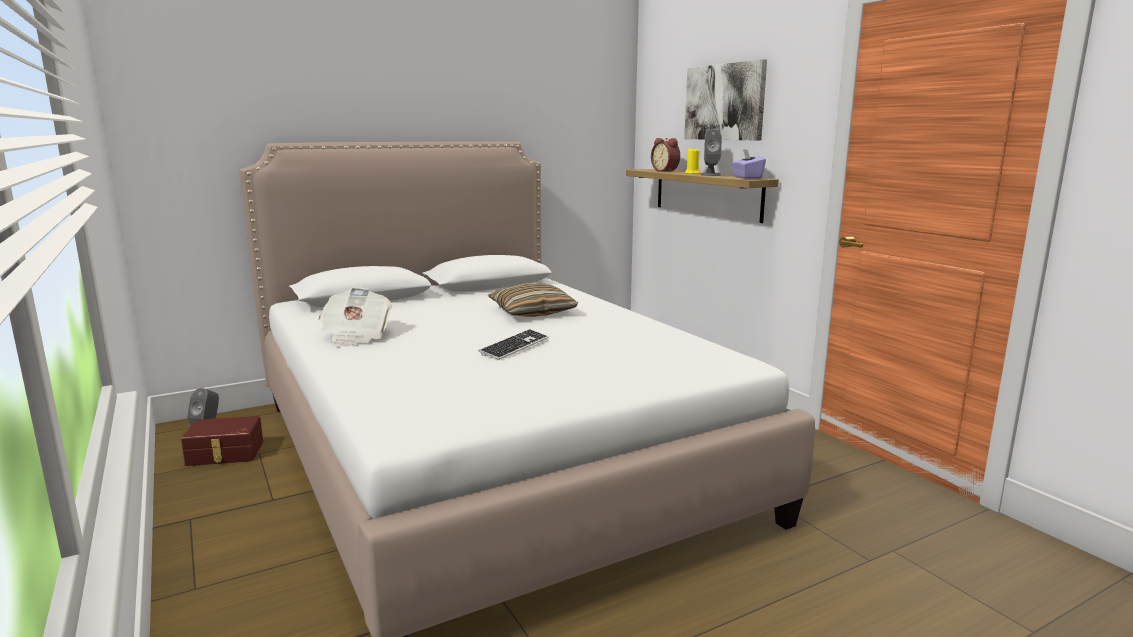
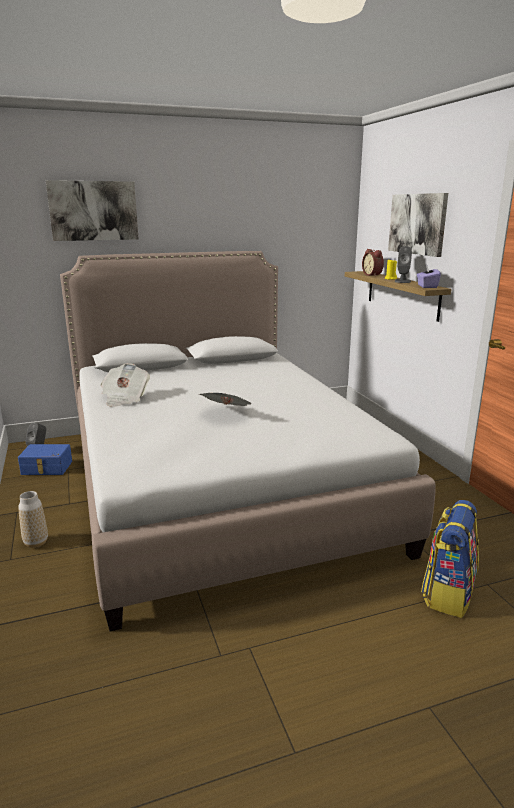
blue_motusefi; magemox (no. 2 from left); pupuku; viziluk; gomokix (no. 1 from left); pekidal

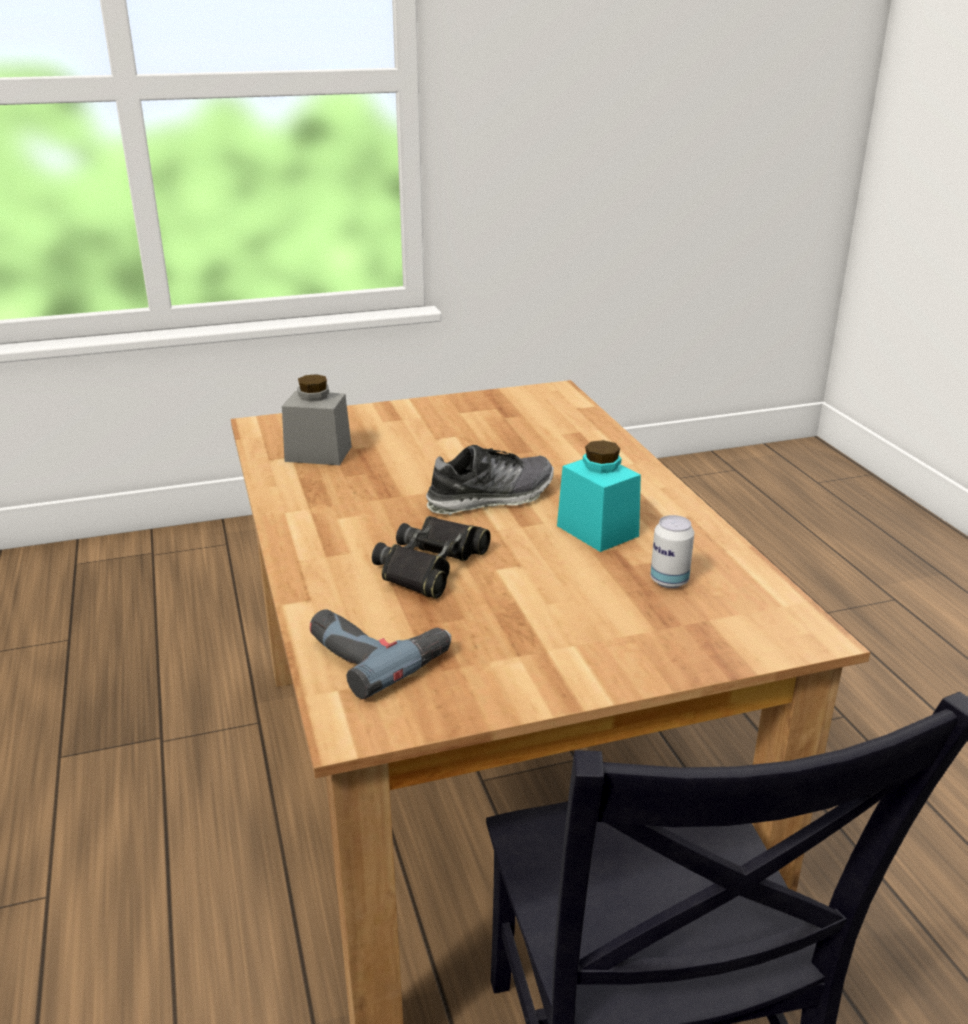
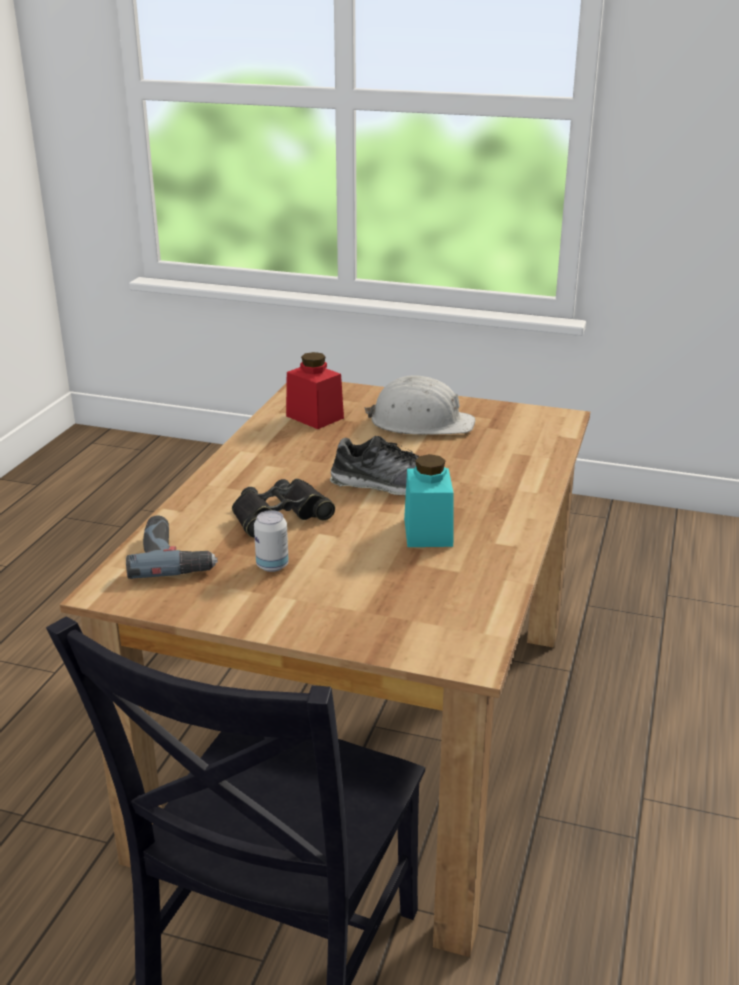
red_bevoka; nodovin; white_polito

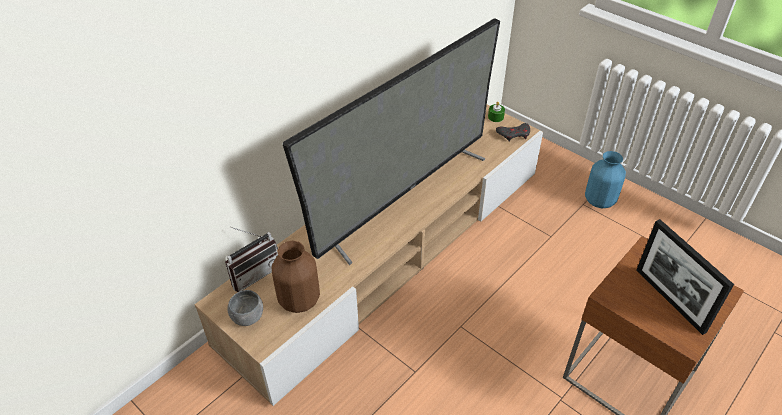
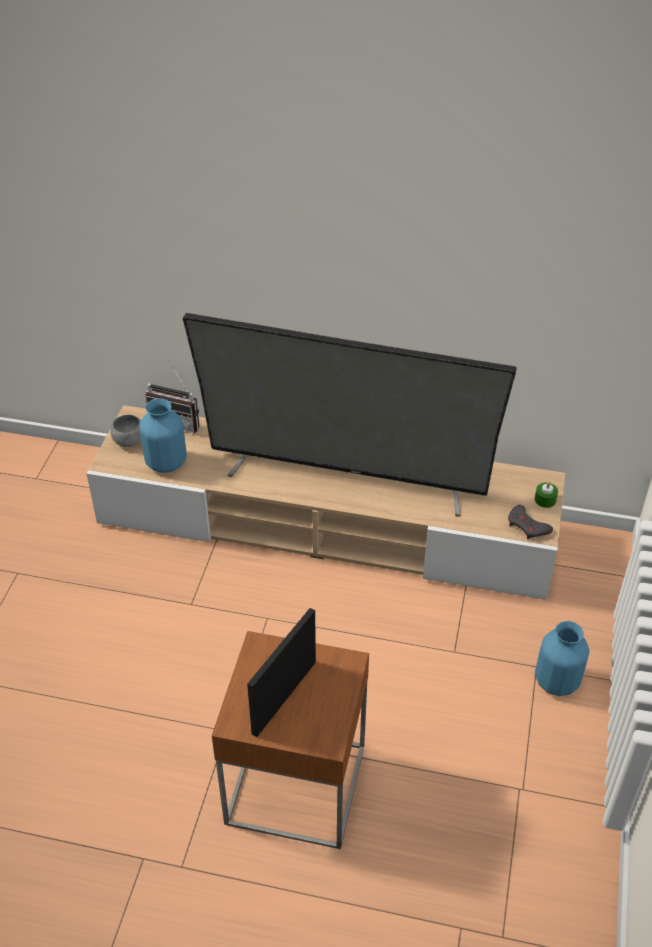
blue_viziluk (no. 1 from left)

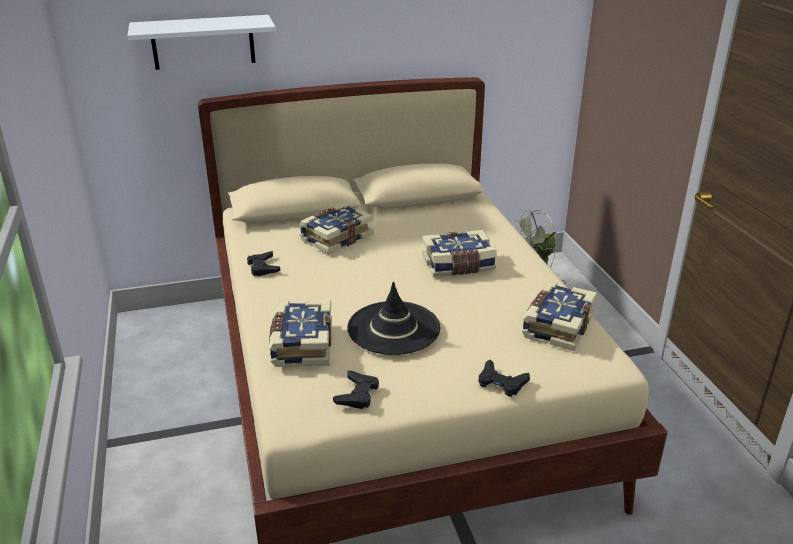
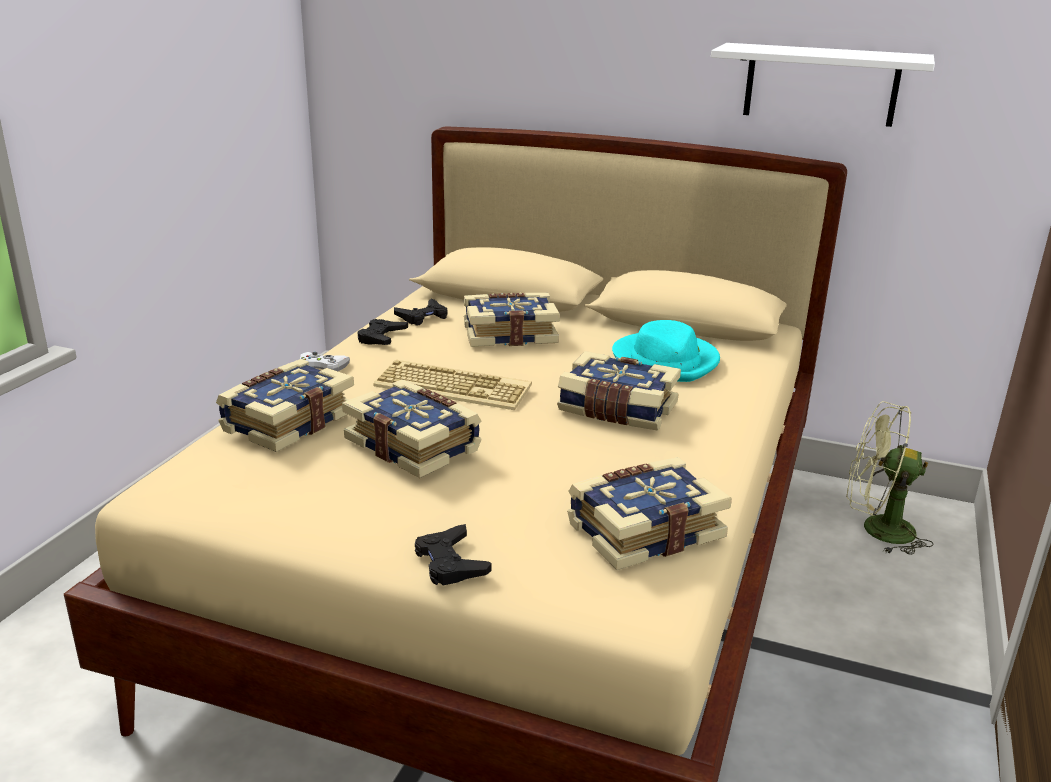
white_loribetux; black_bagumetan (no. 2 from left); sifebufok (no. 2 from left); white_bagumetan; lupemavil; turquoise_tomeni

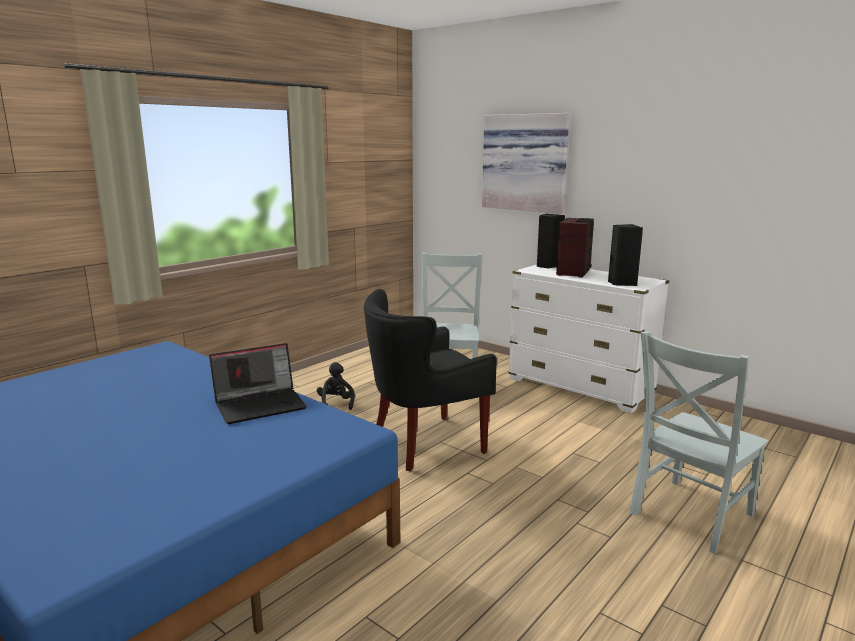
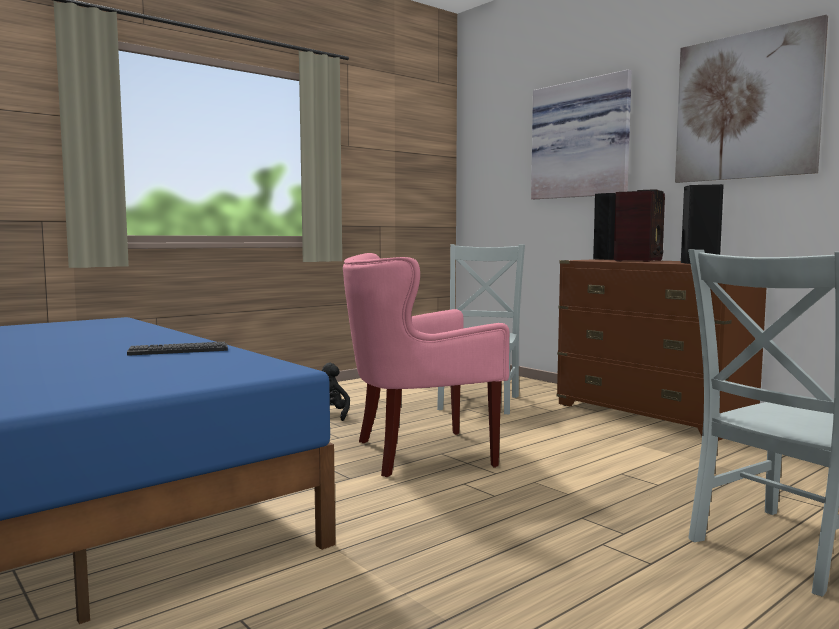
lupemavil; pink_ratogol; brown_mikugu; gomokix (no. 2 from left)

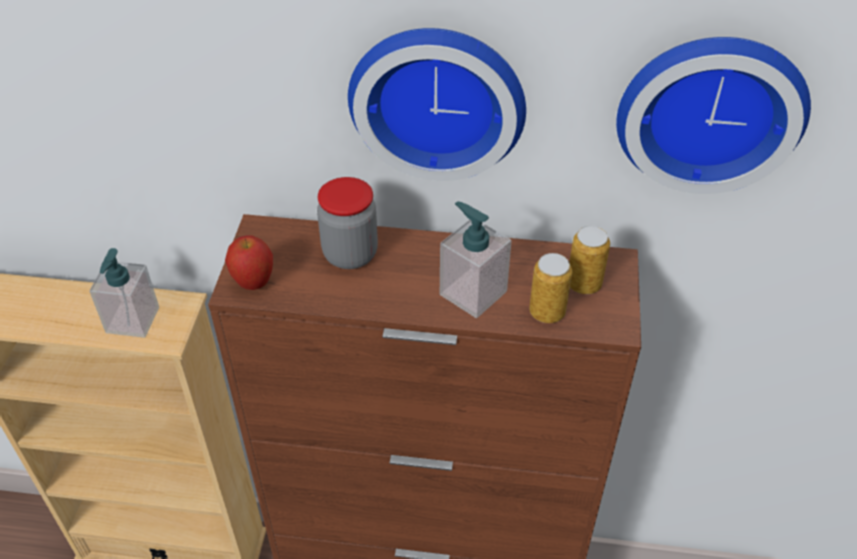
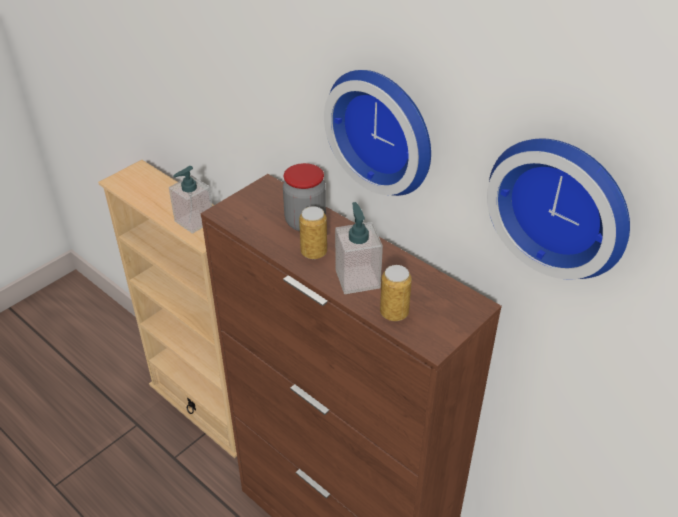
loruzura; nodovin (no. 1 from left)

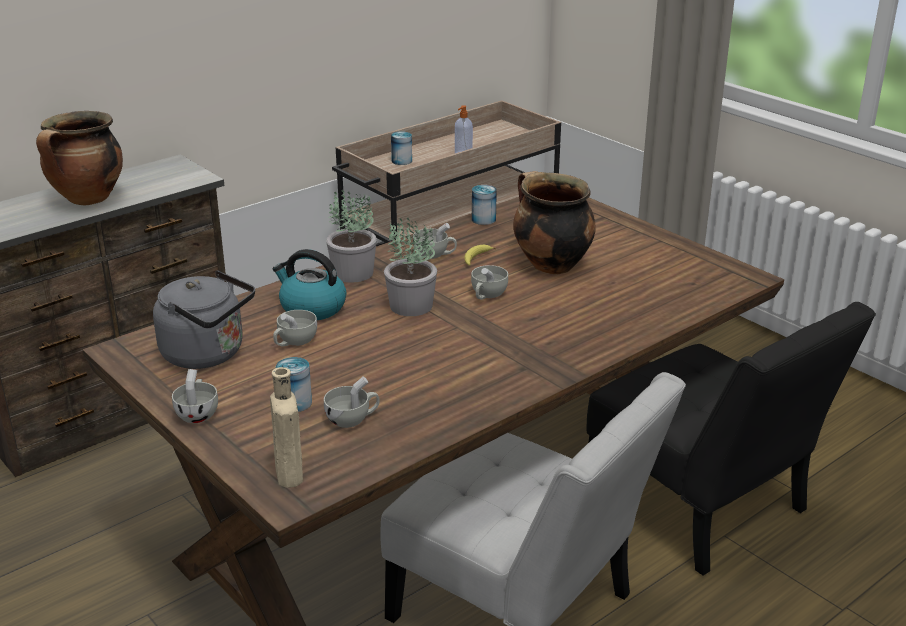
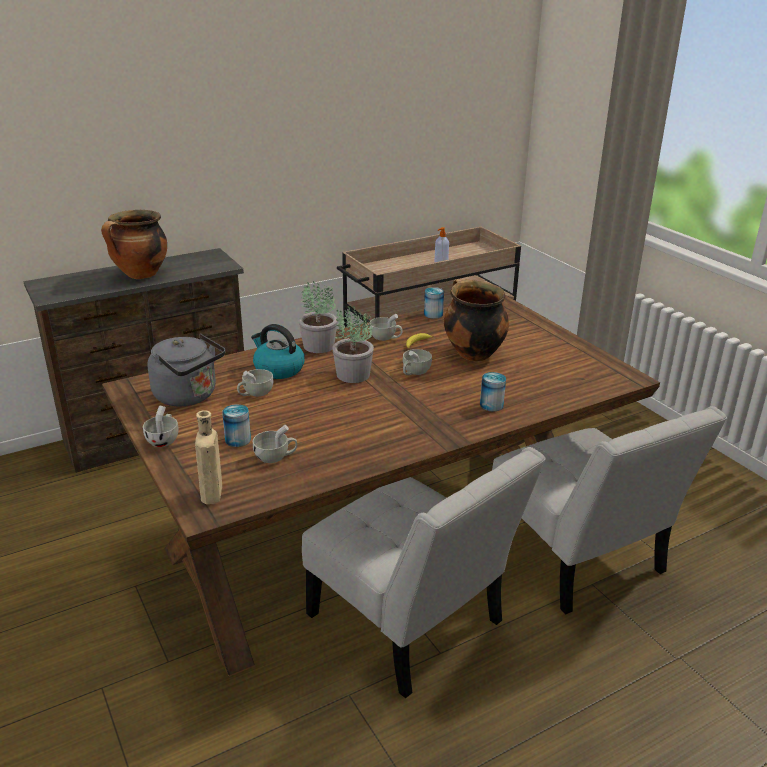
nodovin (no. 3 from left); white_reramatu (no. 2 from left)

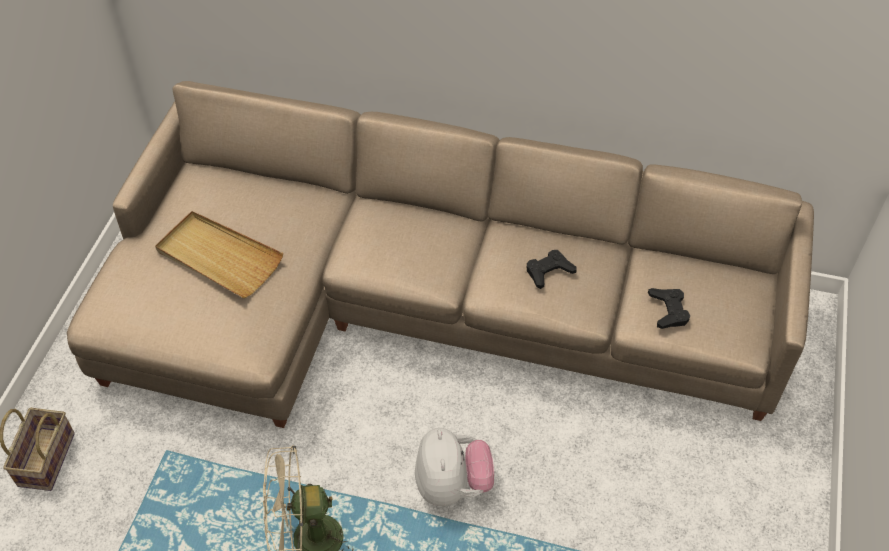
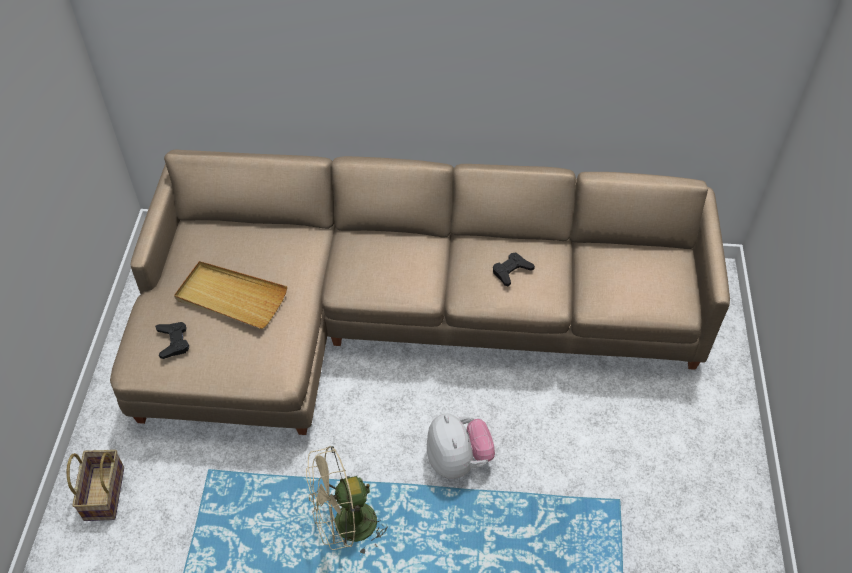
black_bagumetan (no. 1 from left)

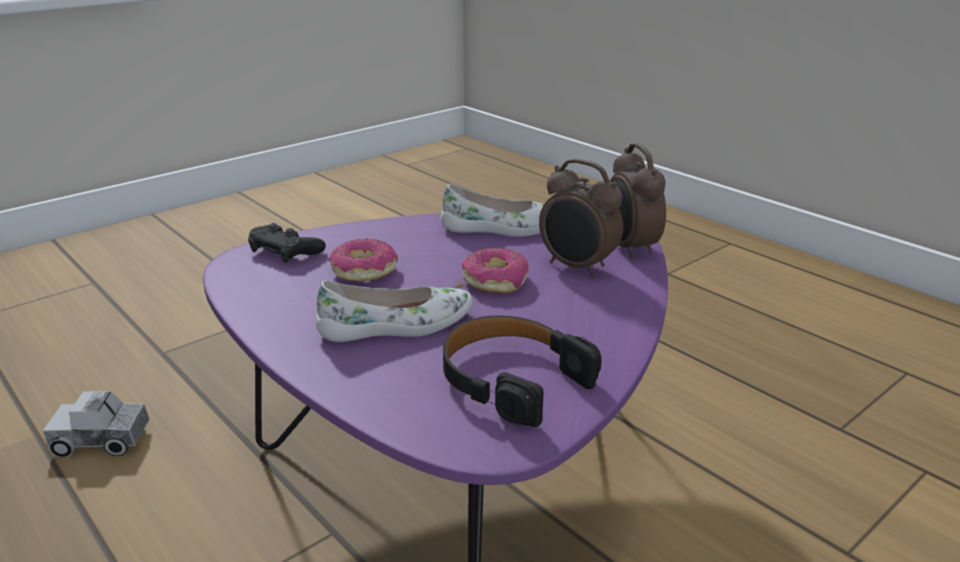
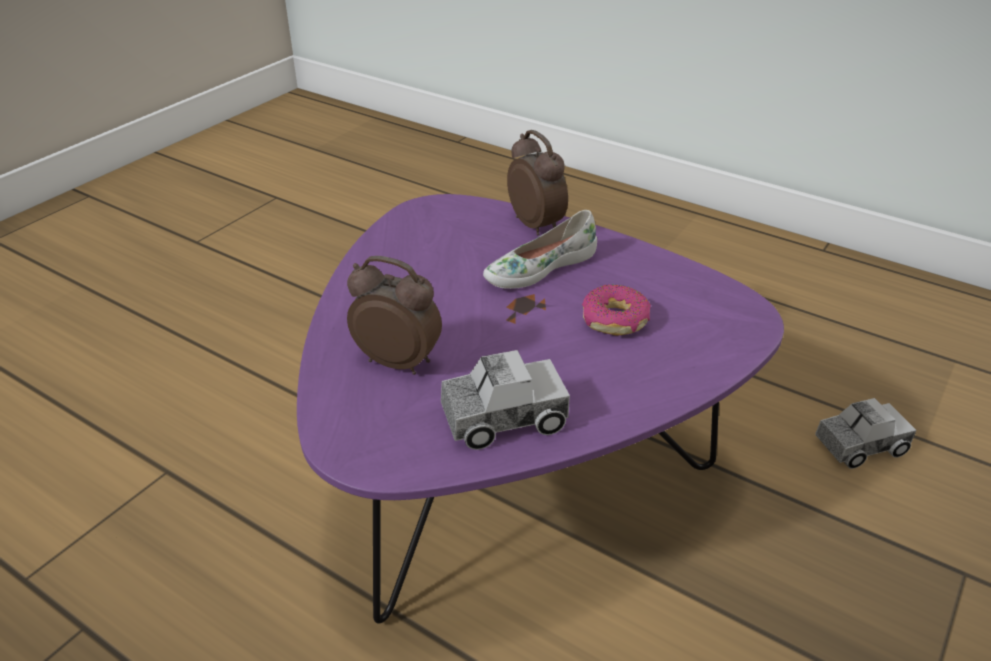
black_bagumetan; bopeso (no. 1 from left); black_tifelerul; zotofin (no. 2 from left in the first image); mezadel (no. 2 from left)

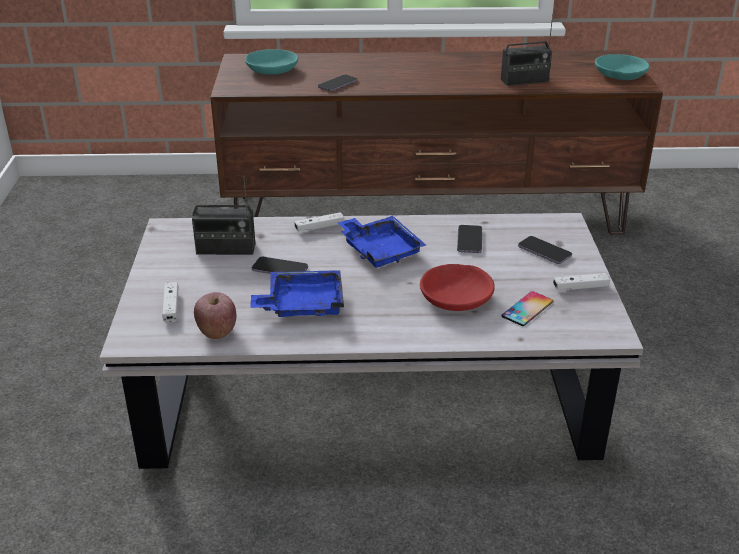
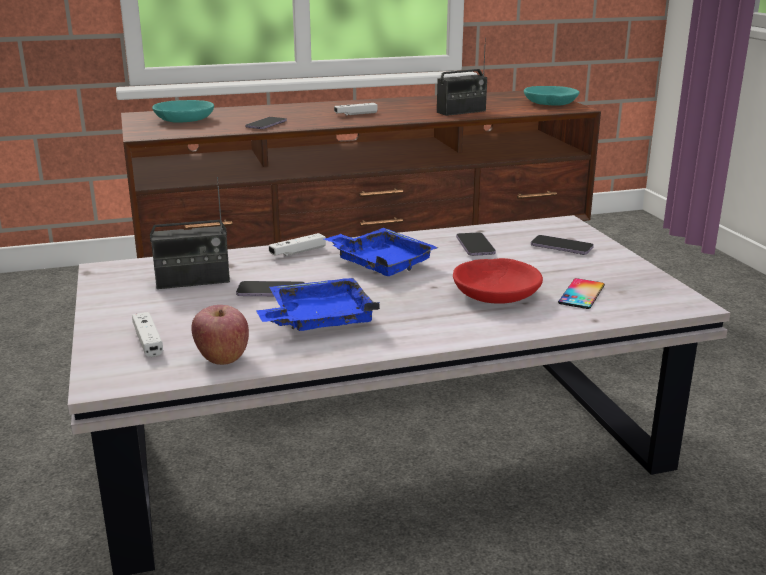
white_bagumetan (no. 3 from left)

